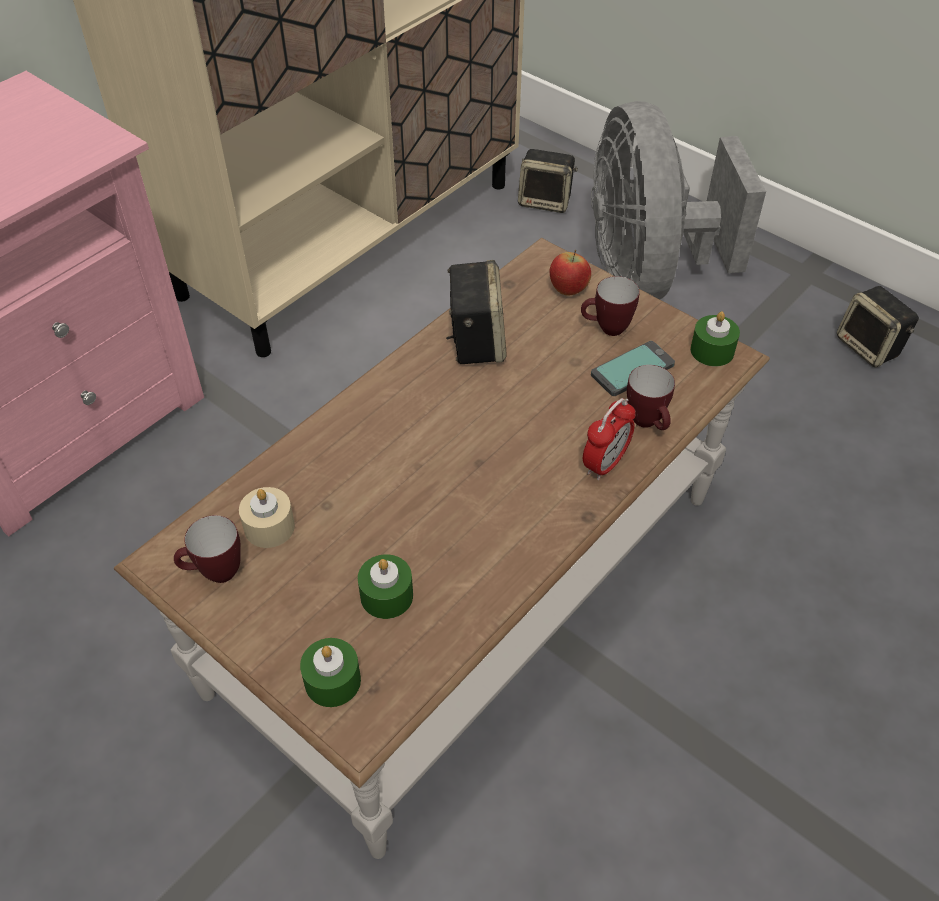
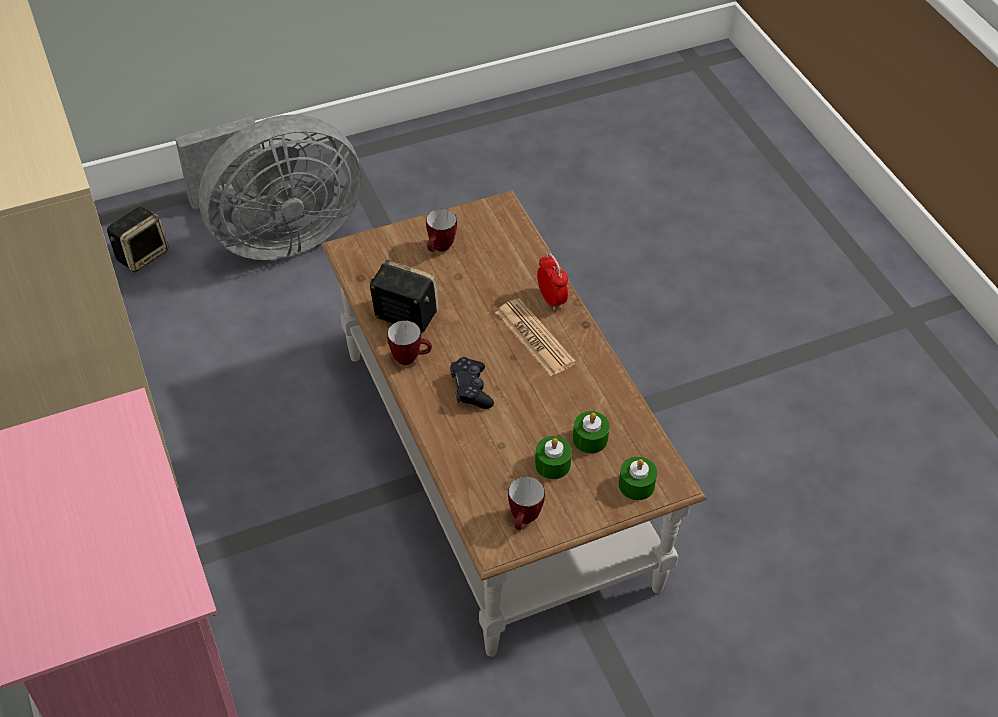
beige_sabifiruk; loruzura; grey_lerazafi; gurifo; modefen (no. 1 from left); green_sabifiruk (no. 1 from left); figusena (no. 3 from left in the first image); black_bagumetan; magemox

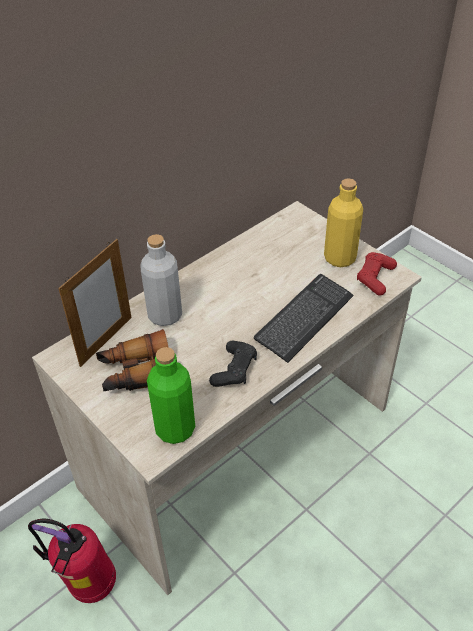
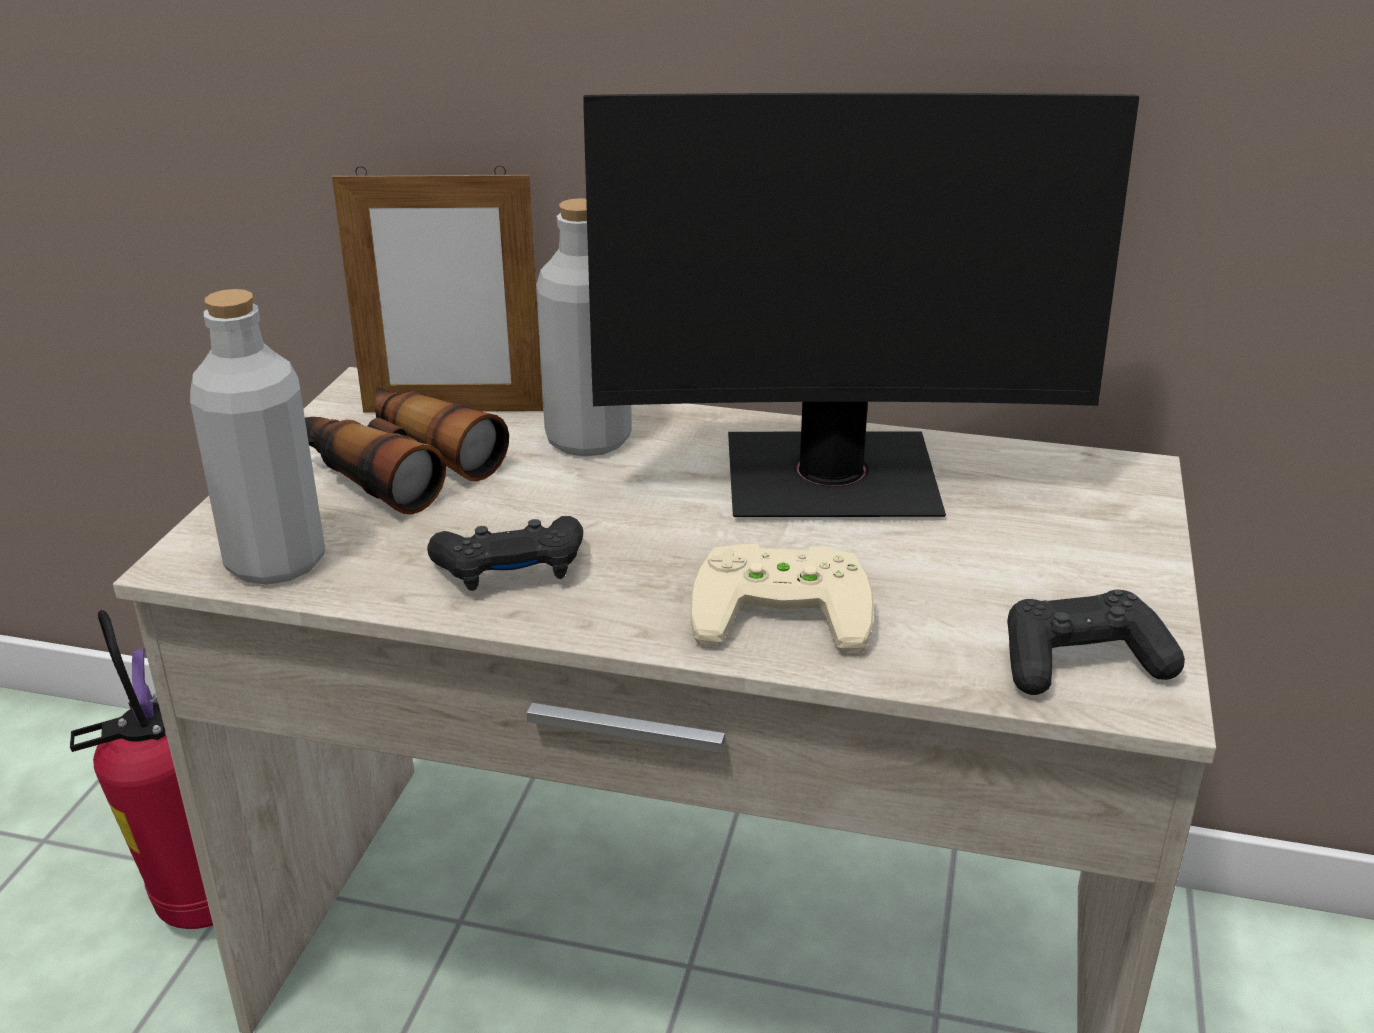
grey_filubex (no. 1 from left); beige_bagumetan; yellow_filubex; black_bagumetan (no. 2 from left); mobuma

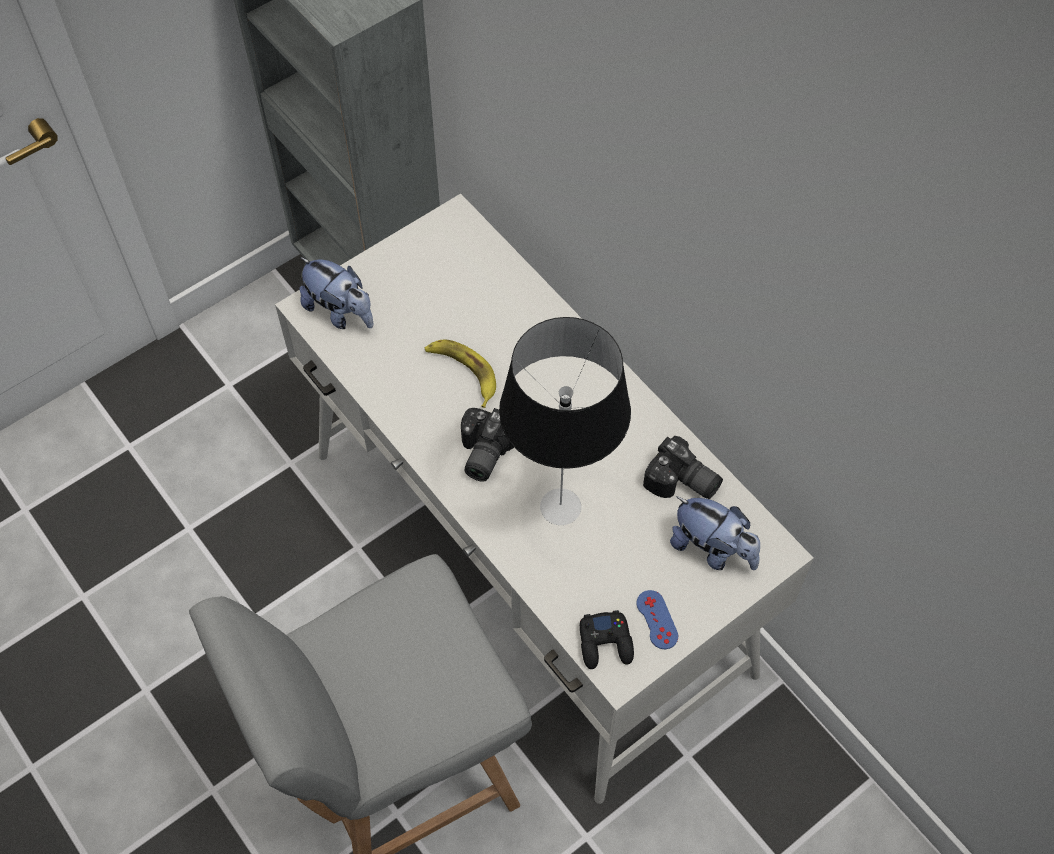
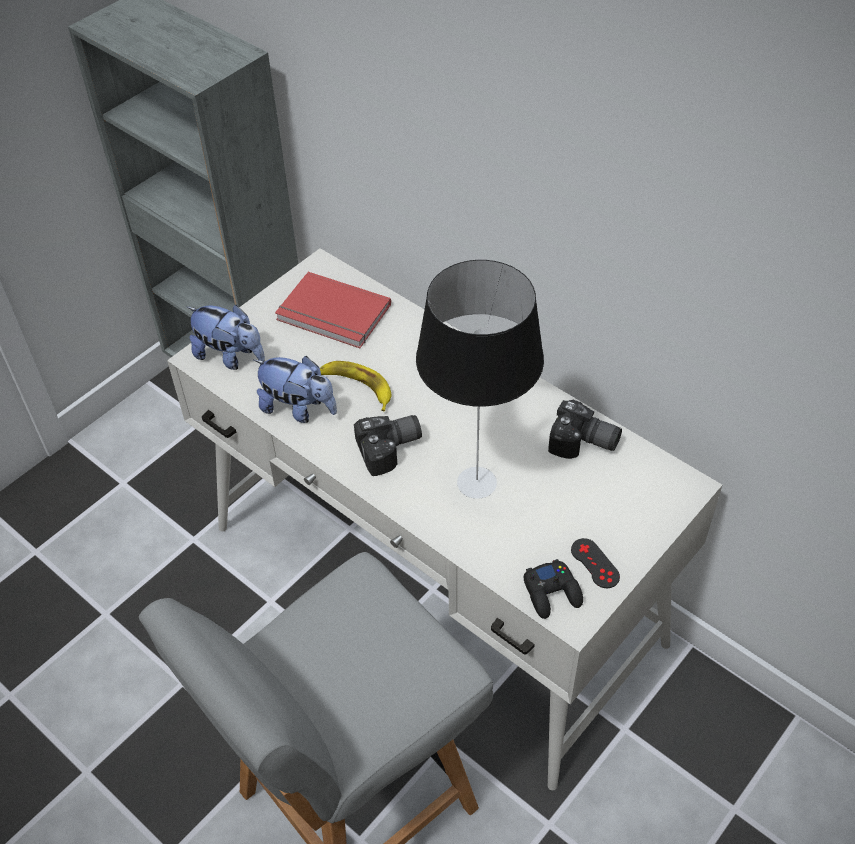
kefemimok (no. 1 from left); black_bagumetan (no. 2 from left); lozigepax (no. 2 from left); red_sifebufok

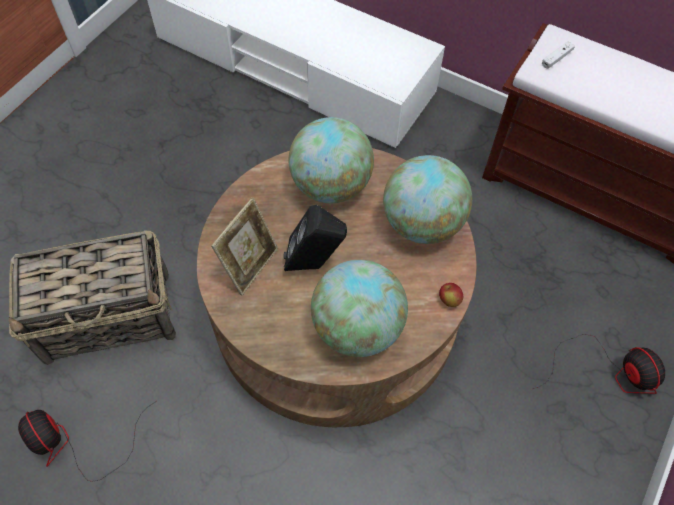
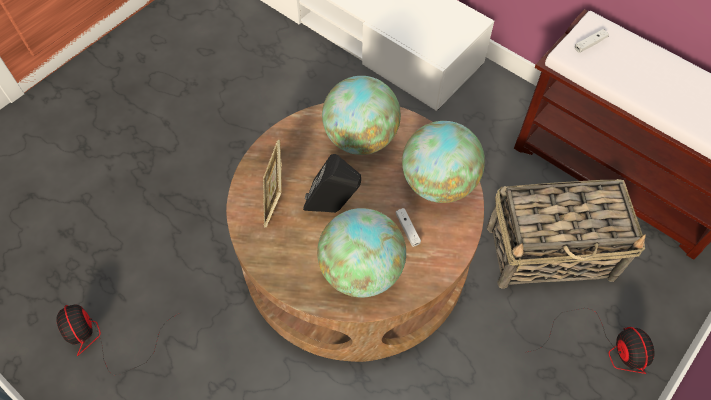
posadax; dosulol; loruzura; white_bagumetan (no. 1 from left)

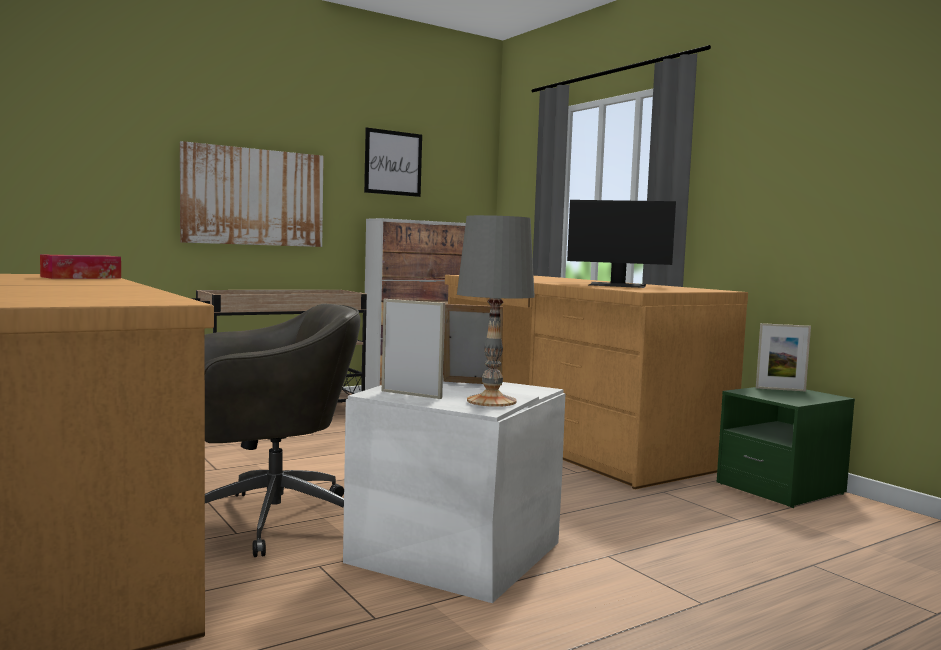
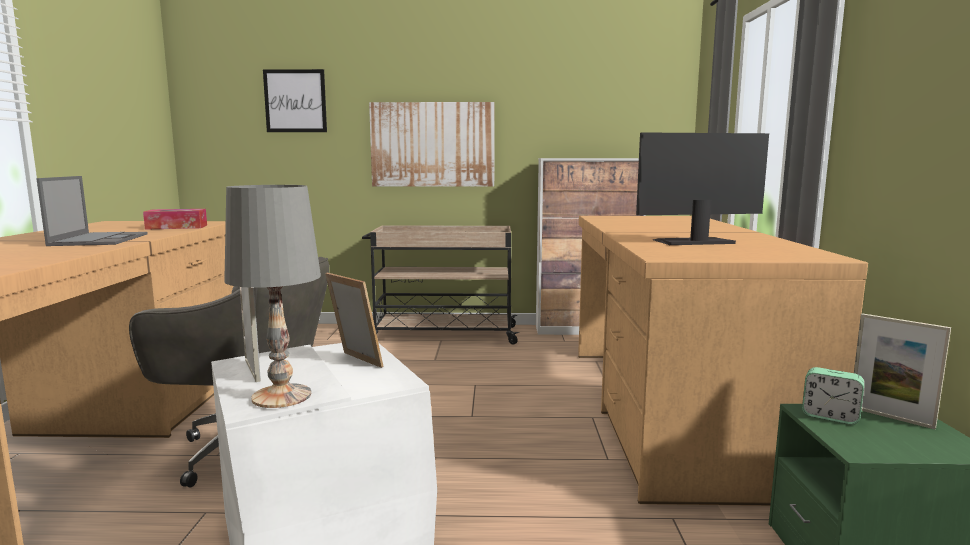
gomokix (no. 1 from left); mobuma; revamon; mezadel

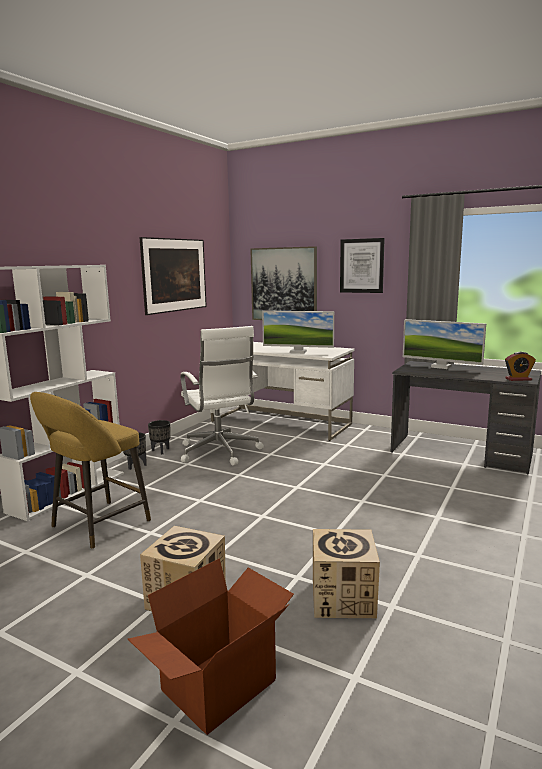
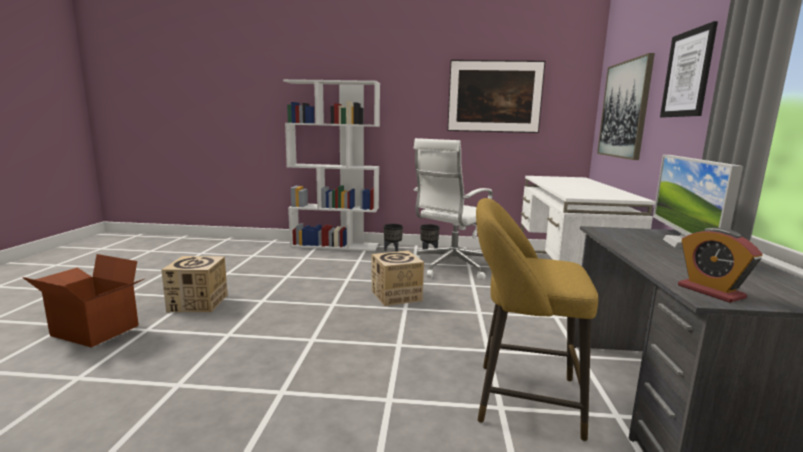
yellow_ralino; mobuma (no. 1 from left in the first image); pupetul (no. 3 from left)

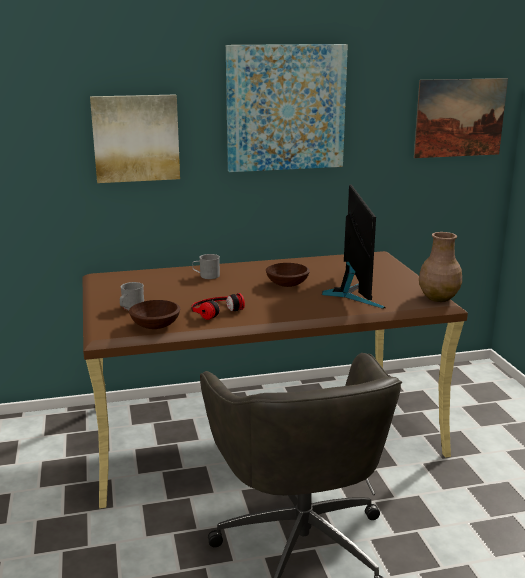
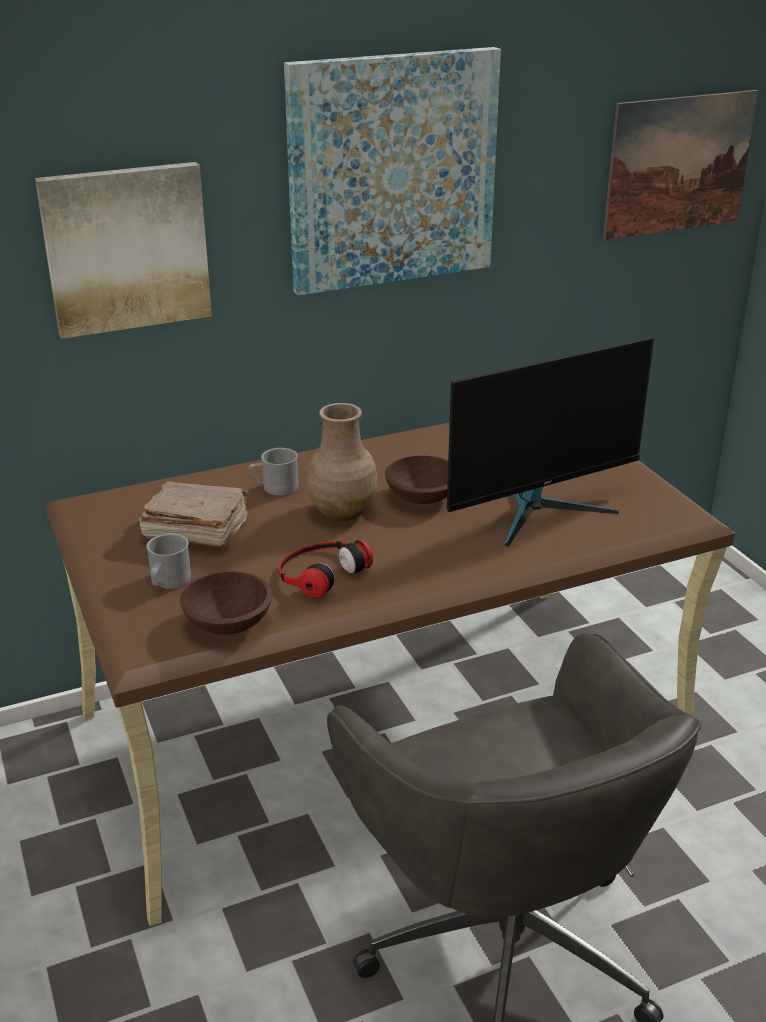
mobuma; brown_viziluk; brown_sifebufok

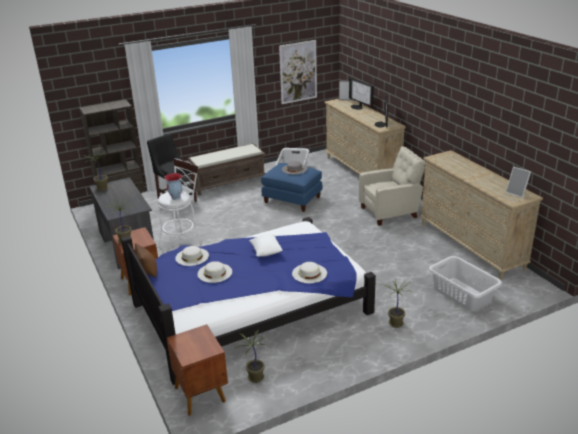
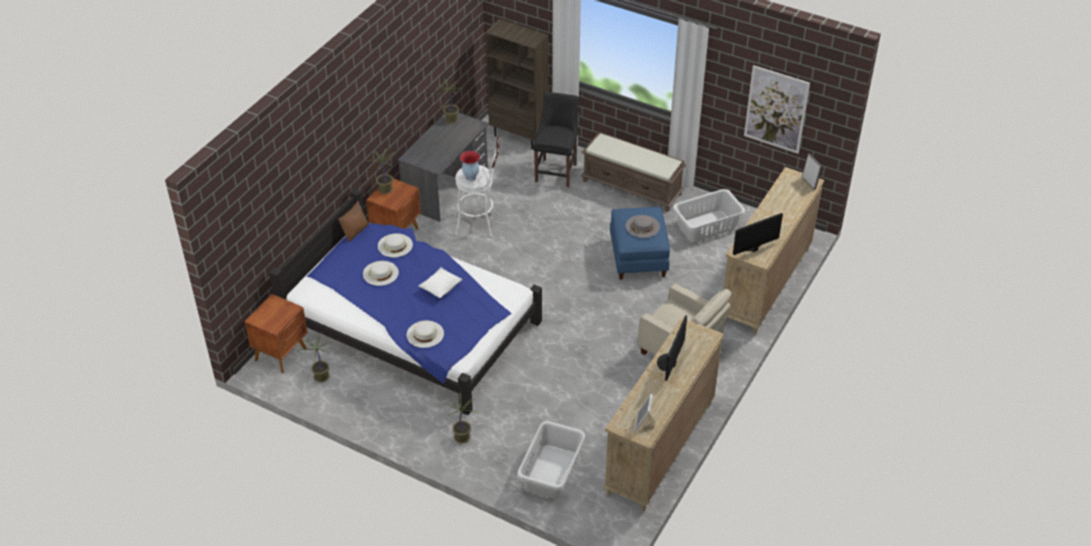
mobuma (no. 1 from left)

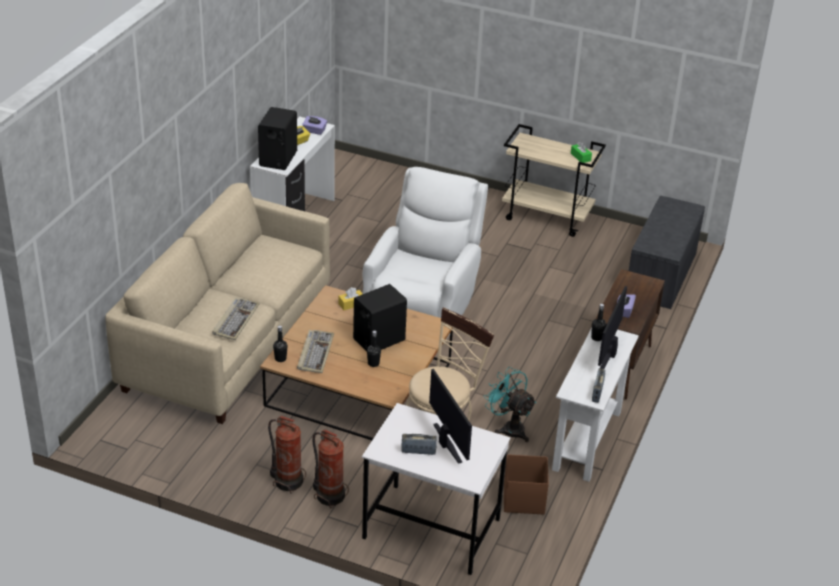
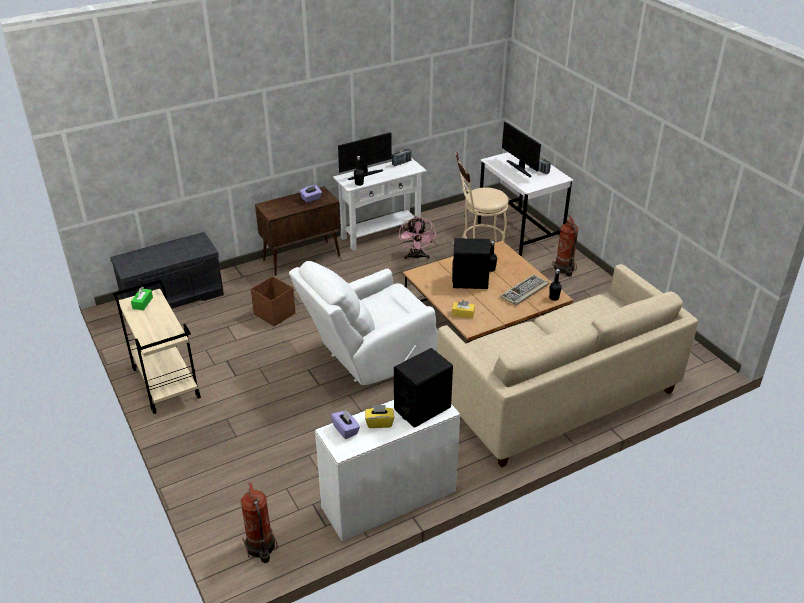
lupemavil (no. 1 from left in the first image); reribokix (no. 1 from left); mobuma (no. 2 from left); pink_lerazafi; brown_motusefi

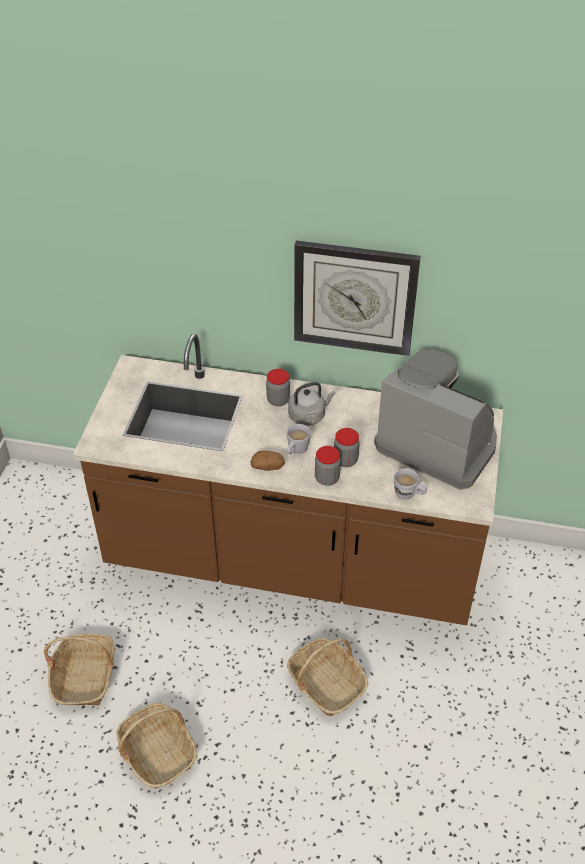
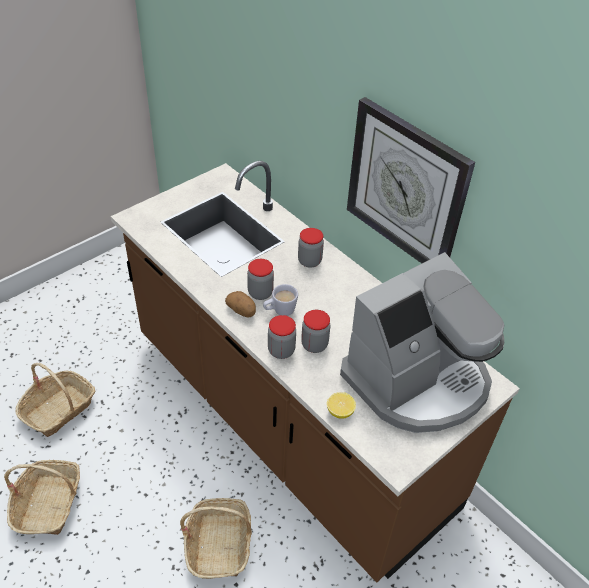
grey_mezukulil; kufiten; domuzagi; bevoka (no. 1 from left)

